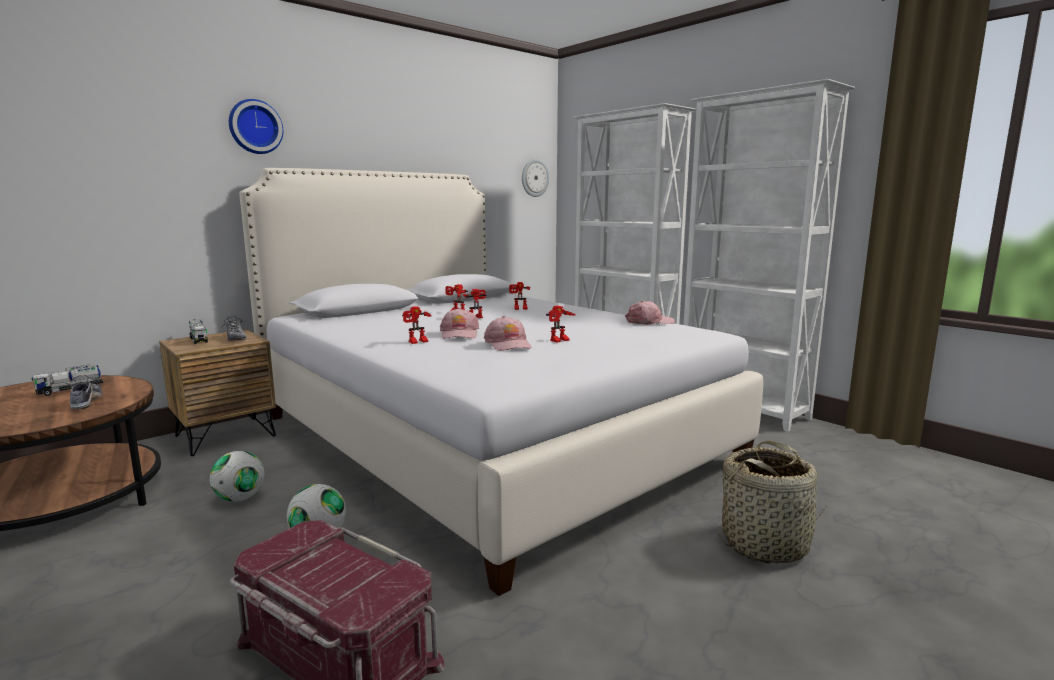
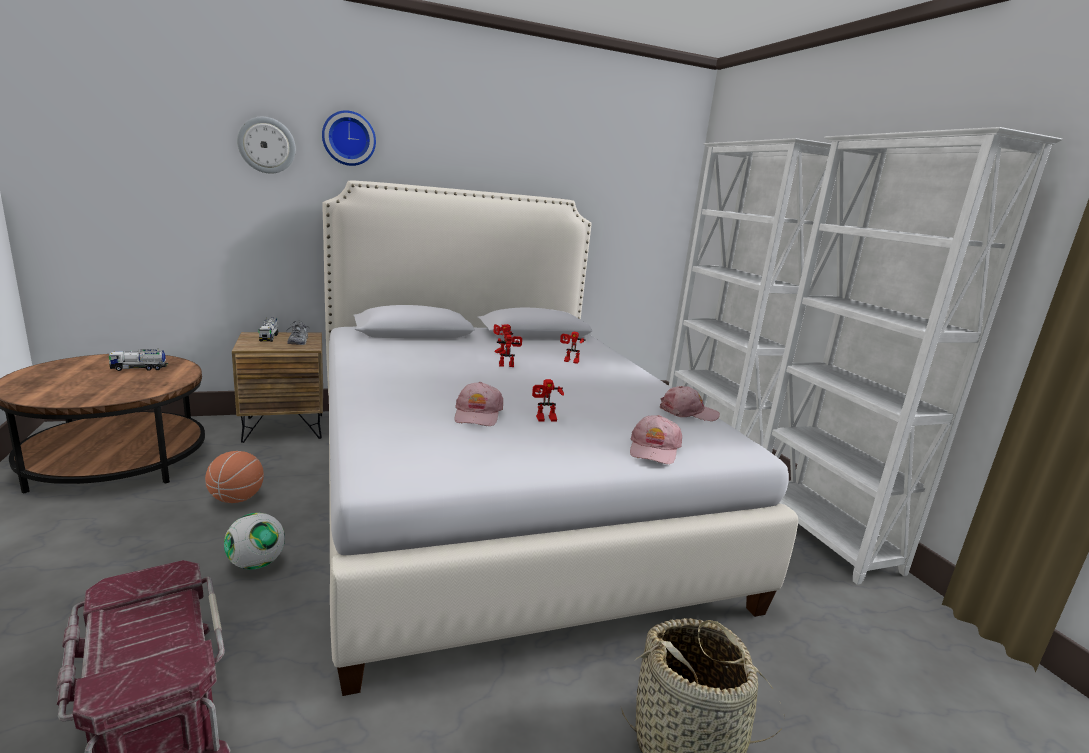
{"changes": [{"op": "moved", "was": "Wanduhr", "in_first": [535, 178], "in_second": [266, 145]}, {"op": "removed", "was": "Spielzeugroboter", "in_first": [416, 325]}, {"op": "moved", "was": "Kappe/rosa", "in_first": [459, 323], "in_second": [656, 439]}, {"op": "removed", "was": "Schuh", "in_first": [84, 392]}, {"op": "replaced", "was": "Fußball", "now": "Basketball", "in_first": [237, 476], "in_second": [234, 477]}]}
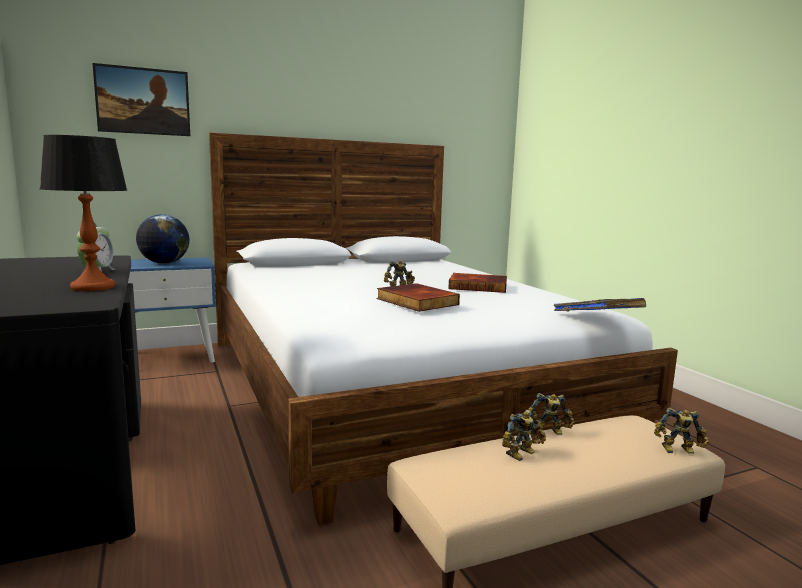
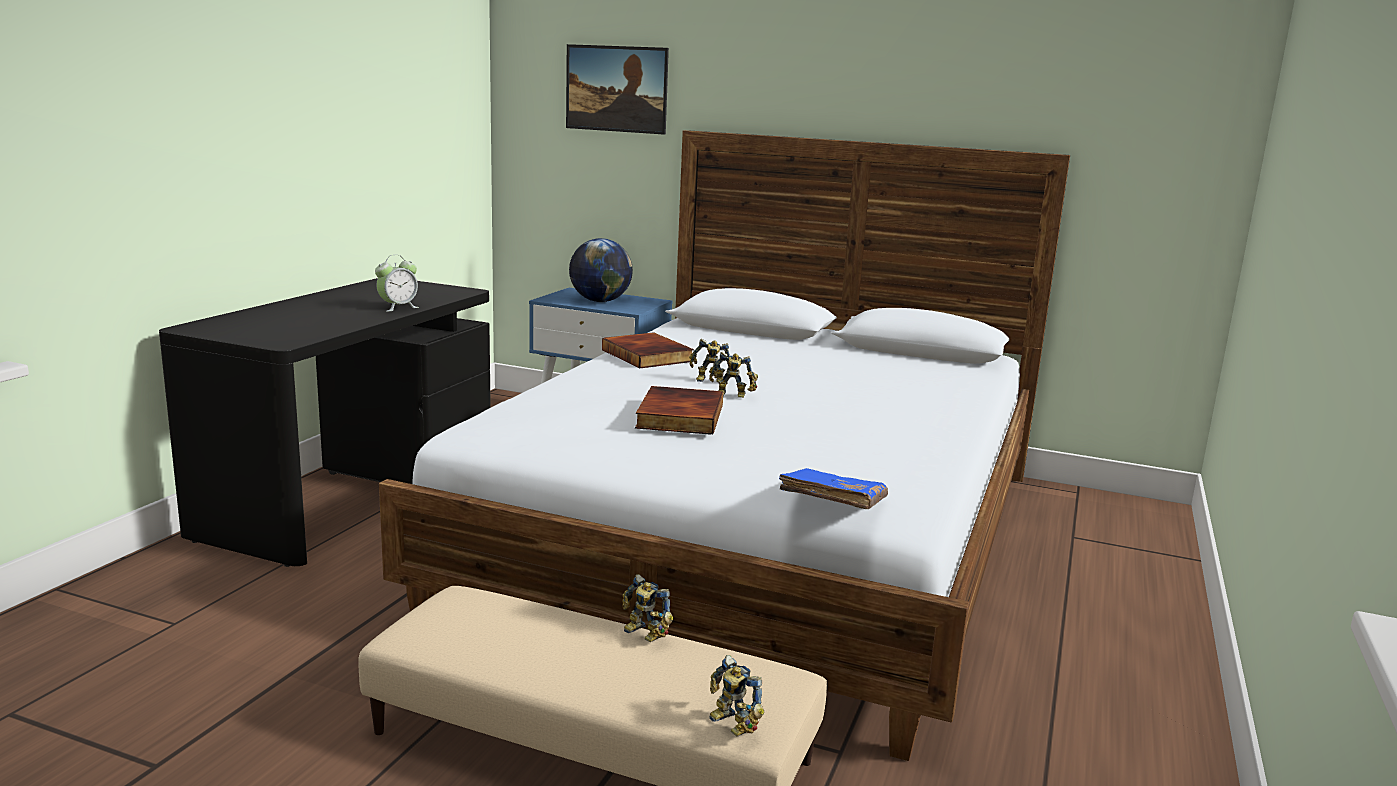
{"changes": [{"op": "removed", "was": "Tischlampe", "in_first": [83, 213]}, {"op": "moved", "was": "Buch", "in_first": [477, 283], "in_second": [648, 350]}, {"op": "moved", "was": "Spielzeugroboter", "in_first": [524, 435], "in_second": [709, 360]}]}
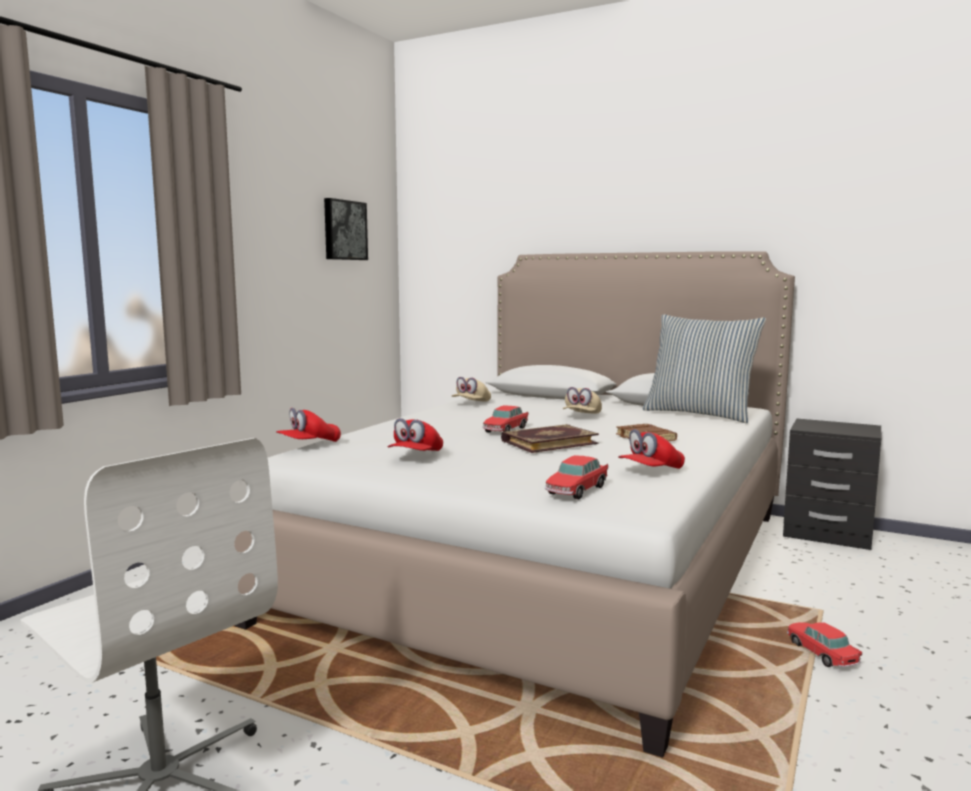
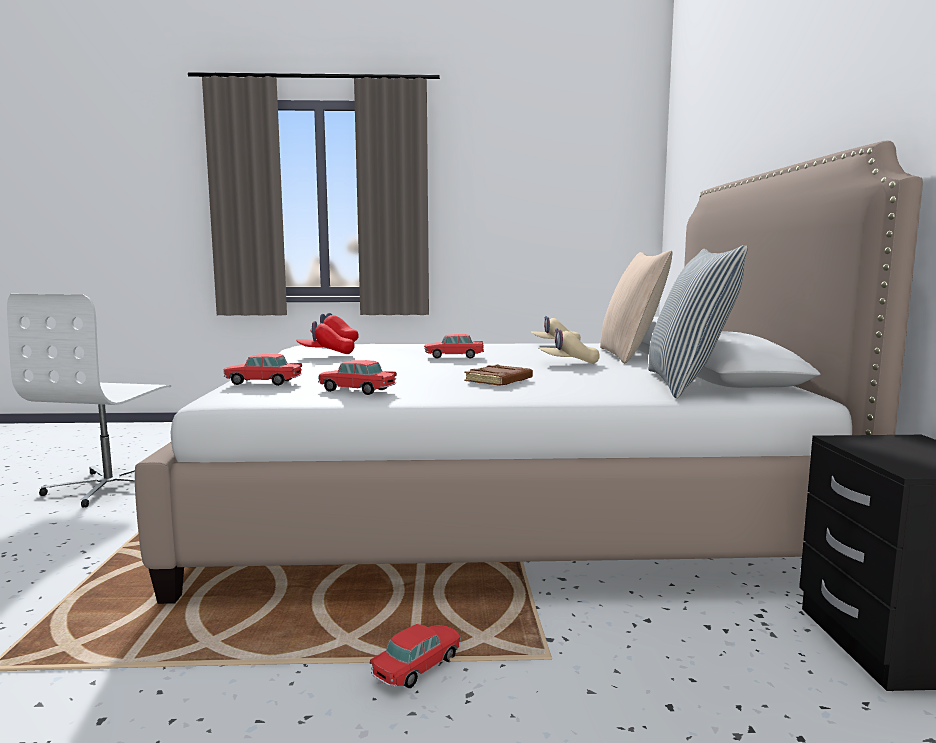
{"changes": [{"op": "removed", "was": "Bild", "in_first": [346, 229]}, {"op": "removed", "was": "Buch", "in_first": [550, 438]}, {"op": "replaced", "was": "Kappe/rot", "now": "Spielzeugauto", "in_first": [651, 449], "in_second": [357, 377]}, {"op": "added", "now": "Kissen/beige", "in_second": [636, 307]}]}
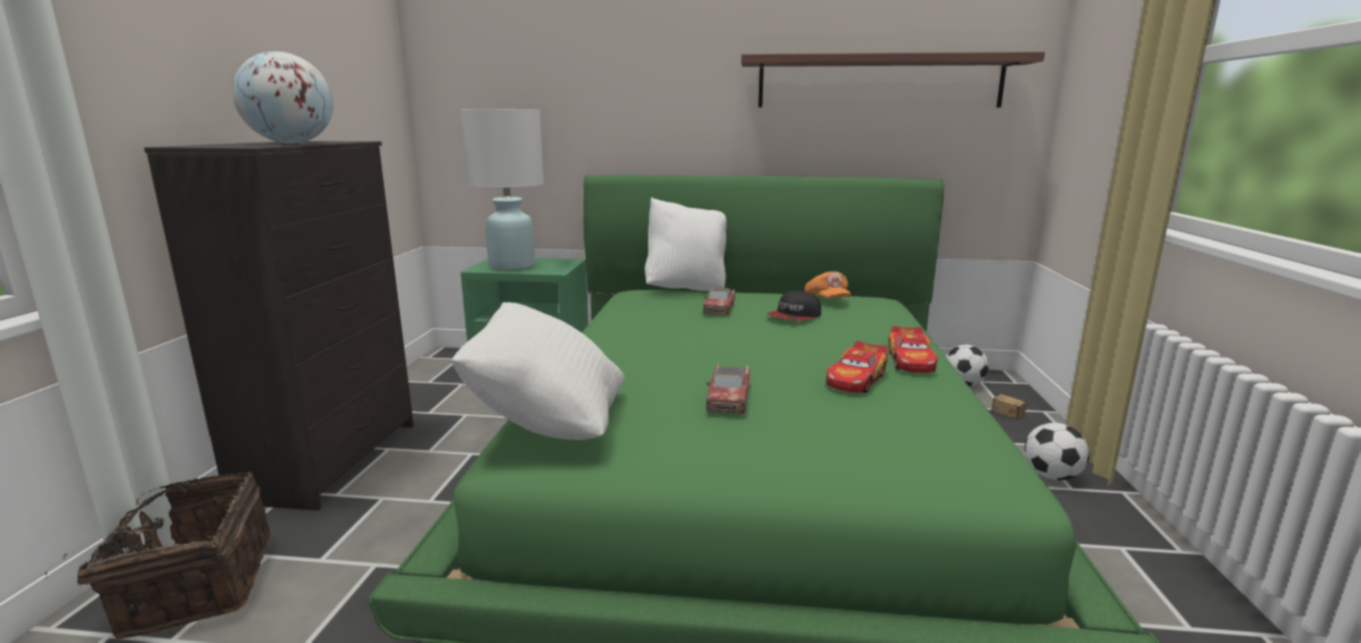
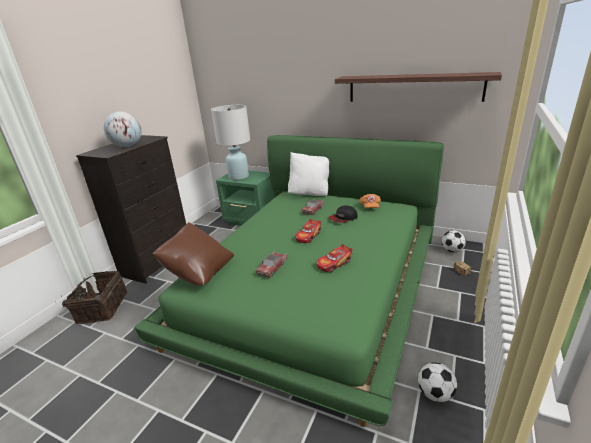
{"changes": [{"op": "recoloured", "was": "Kissen/weiß", "now": "Kissen/braun", "in_first": [537, 371], "in_second": [193, 254]}, {"op": "moved", "was": "Spielzeugauto", "in_first": [913, 349], "in_second": [308, 231]}, {"op": "moved", "was": "Fußball", "in_first": [1057, 451], "in_second": [437, 382]}]}
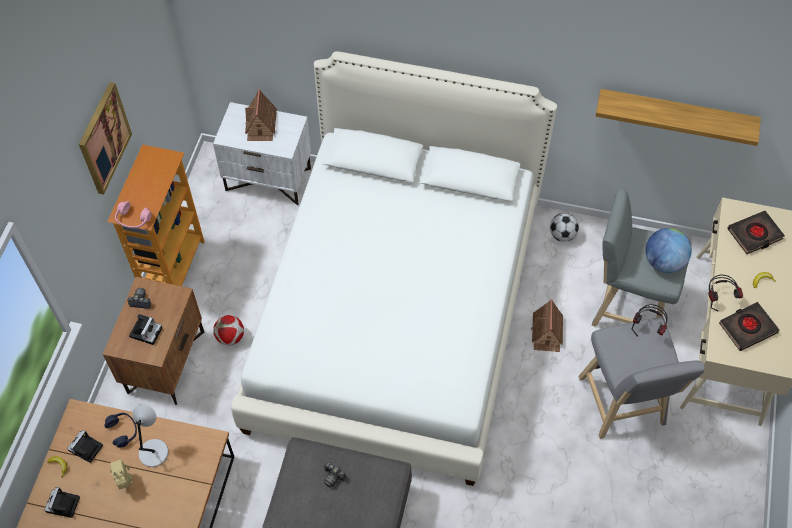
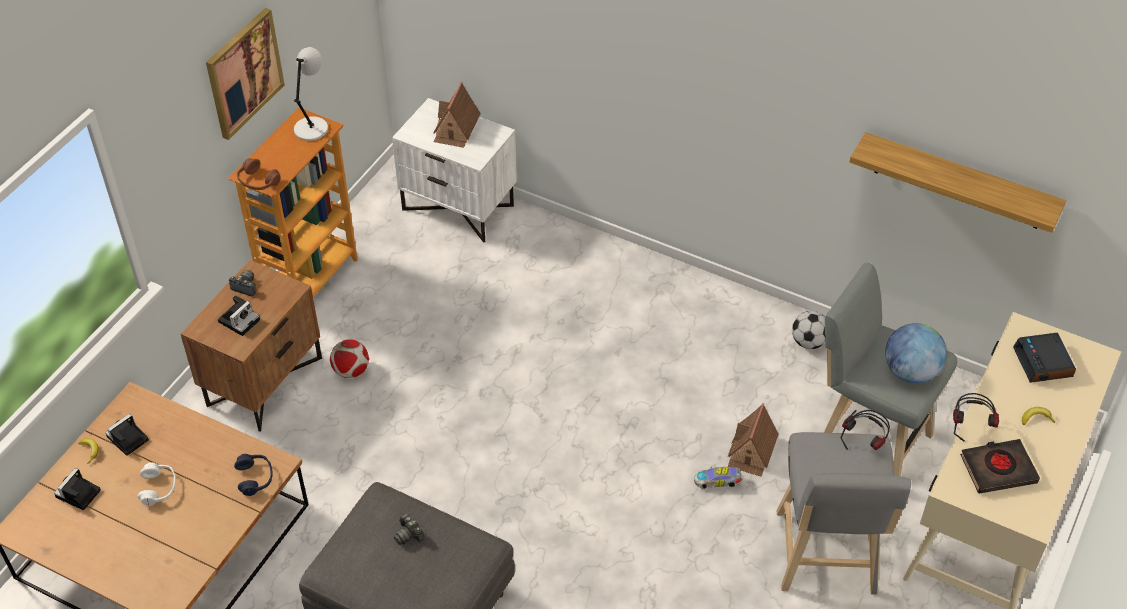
{"changes": [{"op": "removed", "was": "Bett/weiß", "in_first": [394, 268]}, {"op": "recoloured", "was": "Kopfhörer/rosa", "now": "Kopfhörer/braun", "in_first": [133, 215], "in_second": [259, 174]}, {"op": "replaced", "was": "Buch/schwarz", "now": "Wecker", "in_first": [756, 232], "in_second": [1044, 358]}, {"op": "moved", "was": "Tischlampe/grau", "in_first": [150, 435], "in_second": [311, 94]}, {"op": "moved", "was": "Kopfhörer/blau", "in_first": [120, 430], "in_second": [253, 475]}, {"op": "replaced", "was": "Spielzeugroboter", "now": "Kopfhörer/weiß", "in_first": [121, 474], "in_second": [157, 484]}, {"op": "added", "now": "Spielzeugauto", "in_second": [718, 478]}]}
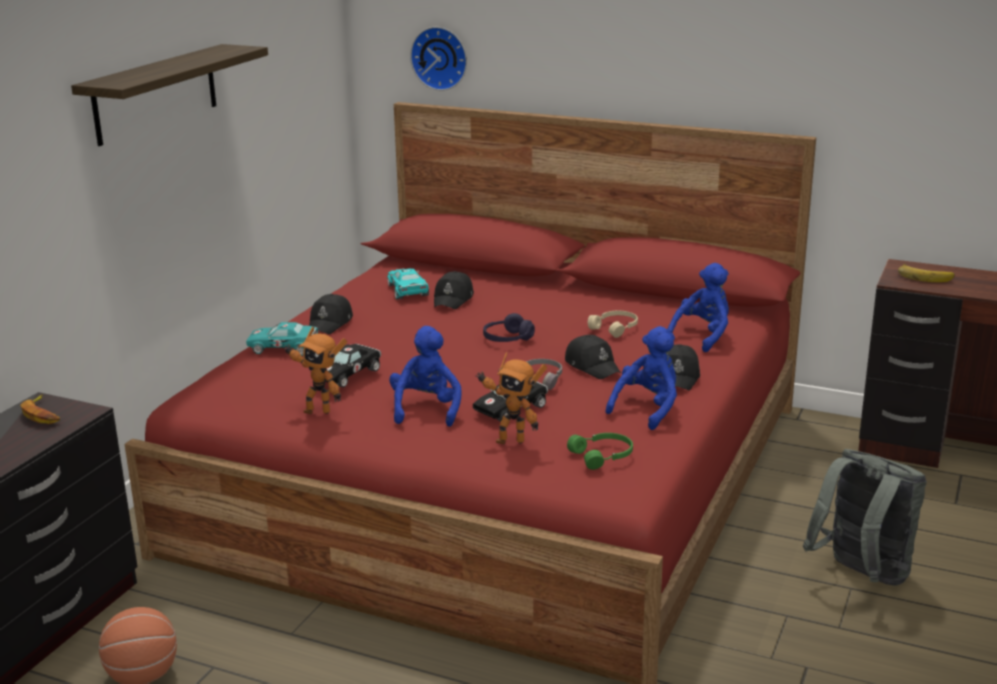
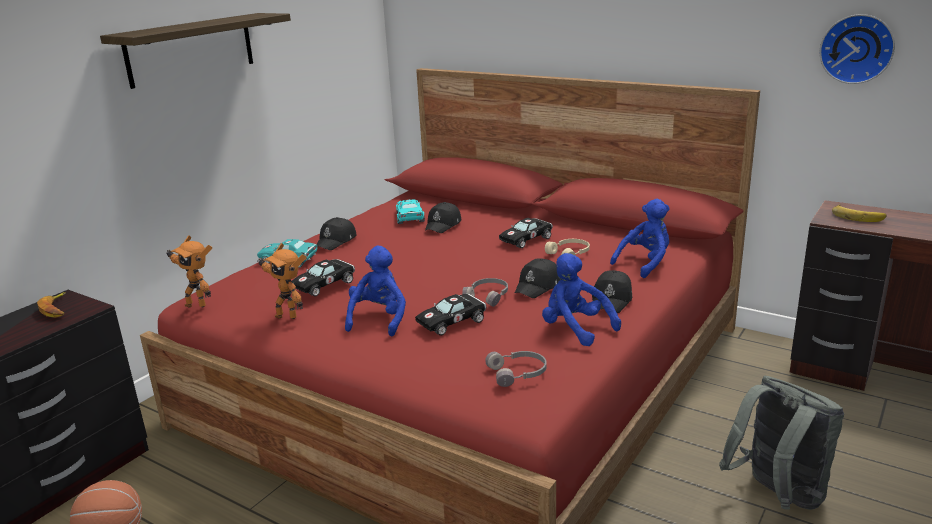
{"changes": [{"op": "moved", "was": "Wanduhr", "in_first": [438, 59], "in_second": [857, 49]}, {"op": "removed", "was": "Kopfhörer/lila", "in_first": [509, 327]}, {"op": "turned", "was": "Plüschtier/blau", "in_first": [641, 378], "in_second": [581, 299], "clockwise": -90}, {"op": "turned", "was": "Kappe/schwarz", "in_first": [593, 357], "in_second": [537, 278], "clockwise": 60}, {"op": "moved", "was": "Spielzeugroboter", "in_first": [511, 398], "in_second": [189, 271]}, {"op": "recoloured", "was": "Kopfhörer/grün", "now": "Kopfhörer/grau", "in_first": [600, 451], "in_second": [516, 369]}, {"op": "added", "now": "Spielzeugauto/schwarz", "in_second": [526, 233]}]}
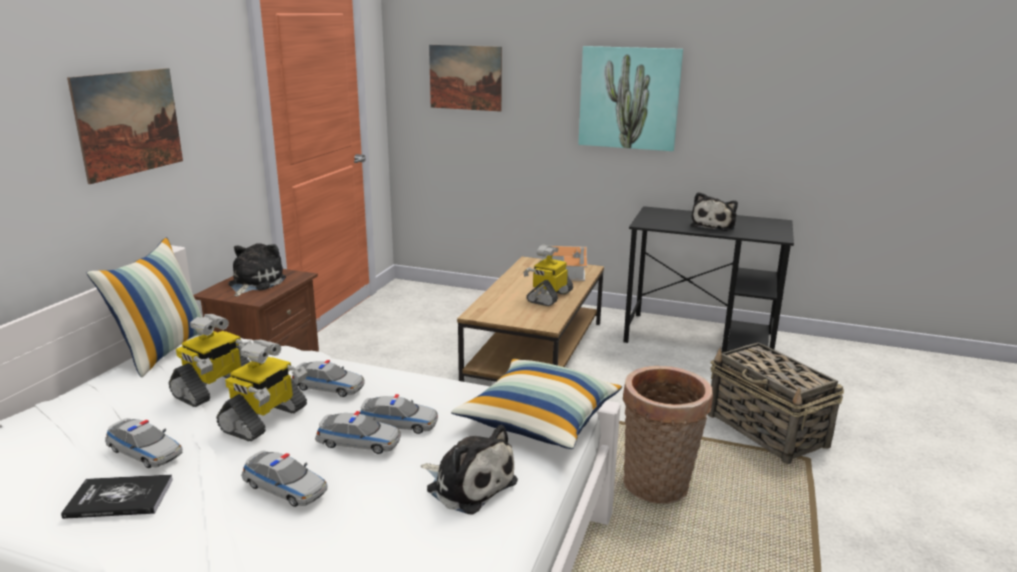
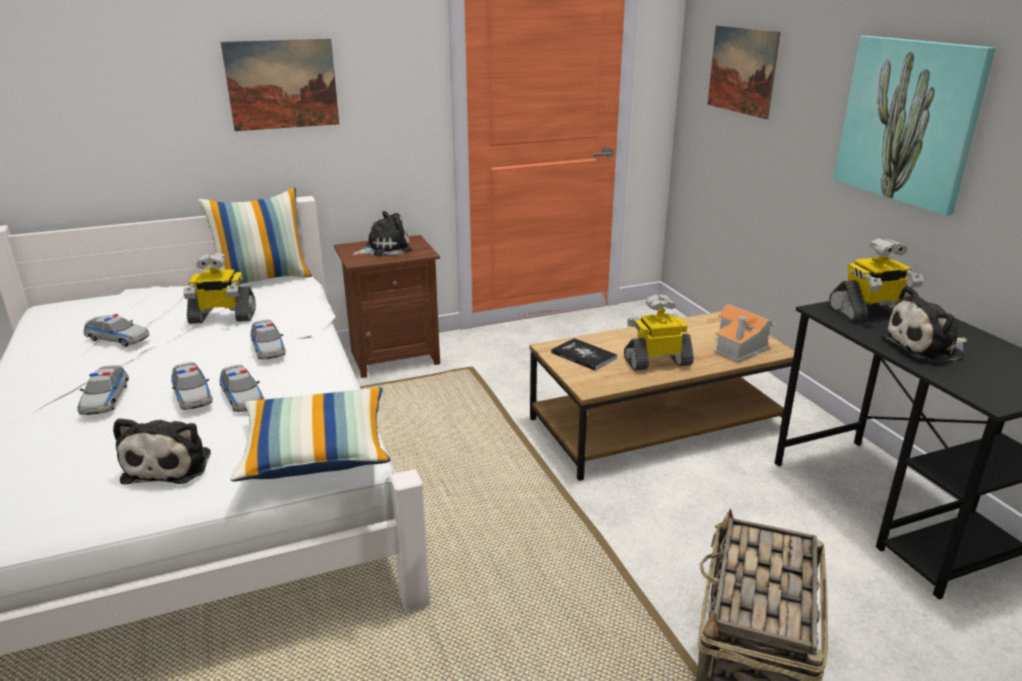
{"changes": [{"op": "moved", "was": "Spielzeugroboter", "in_first": [261, 390], "in_second": [876, 279]}, {"op": "removed", "was": "Korb", "in_first": [668, 435]}, {"op": "turned", "was": "Spielzeugauto", "in_first": [143, 443], "in_second": [116, 330], "clockwise": -60}, {"op": "moved", "was": "Buch", "in_first": [117, 497], "in_second": [584, 354]}]}
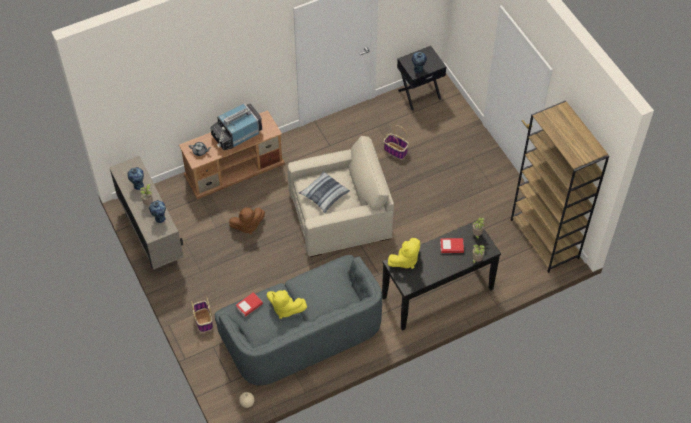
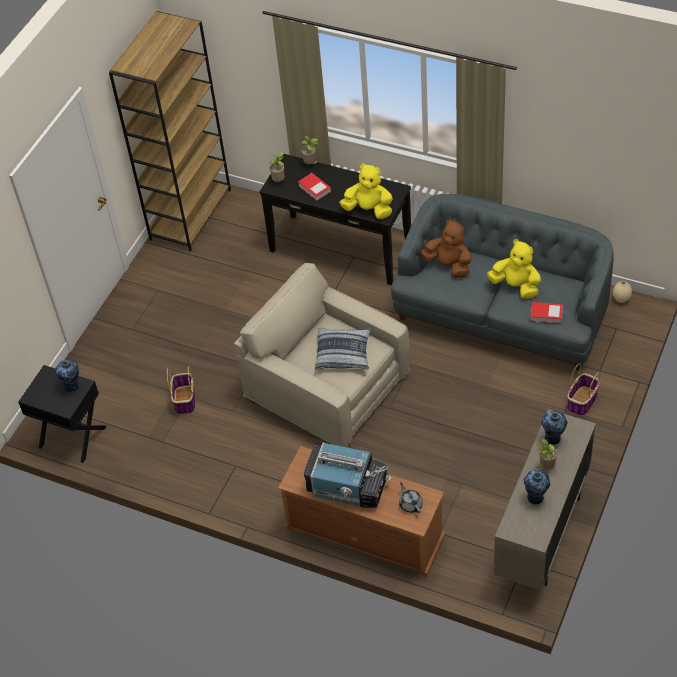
{"changes": [{"op": "moved", "was": "Plüschtier/braun", "in_first": [247, 221], "in_second": [446, 248]}, {"op": "turned", "was": "Plüschtier/gelb", "in_first": [287, 304], "in_second": [514, 269], "clockwise": -45}]}
